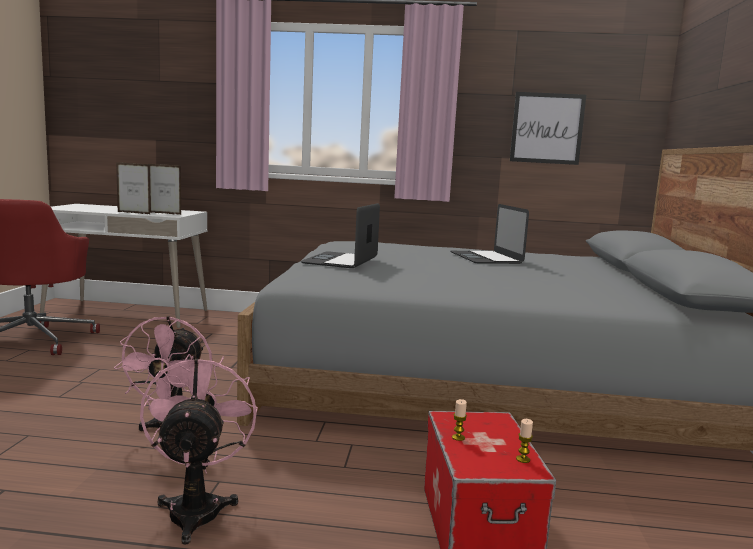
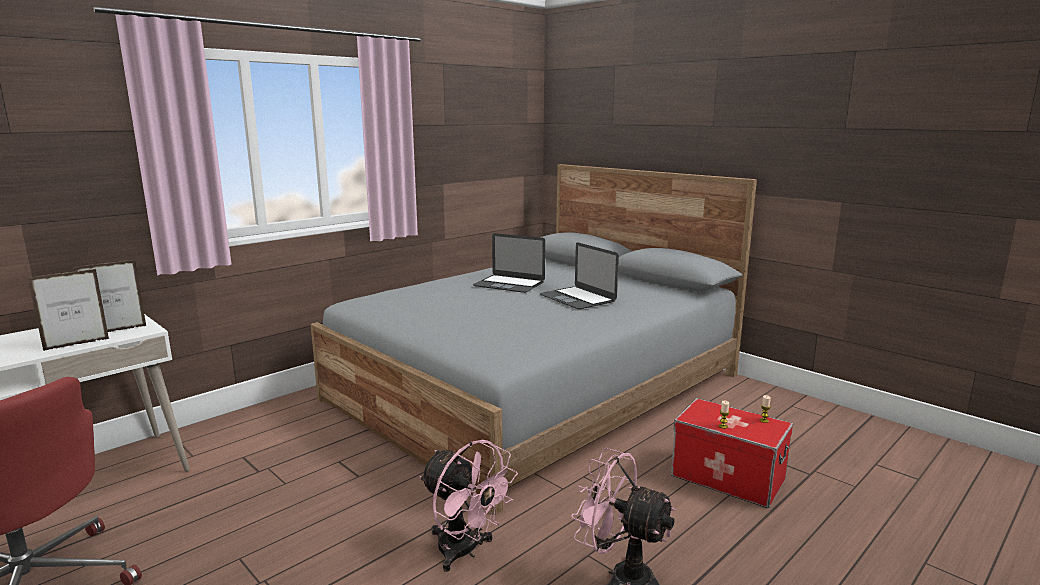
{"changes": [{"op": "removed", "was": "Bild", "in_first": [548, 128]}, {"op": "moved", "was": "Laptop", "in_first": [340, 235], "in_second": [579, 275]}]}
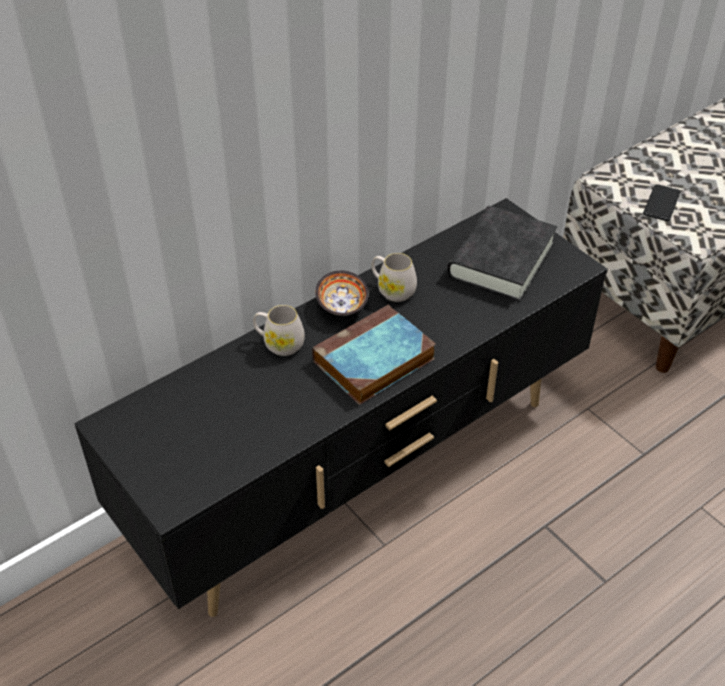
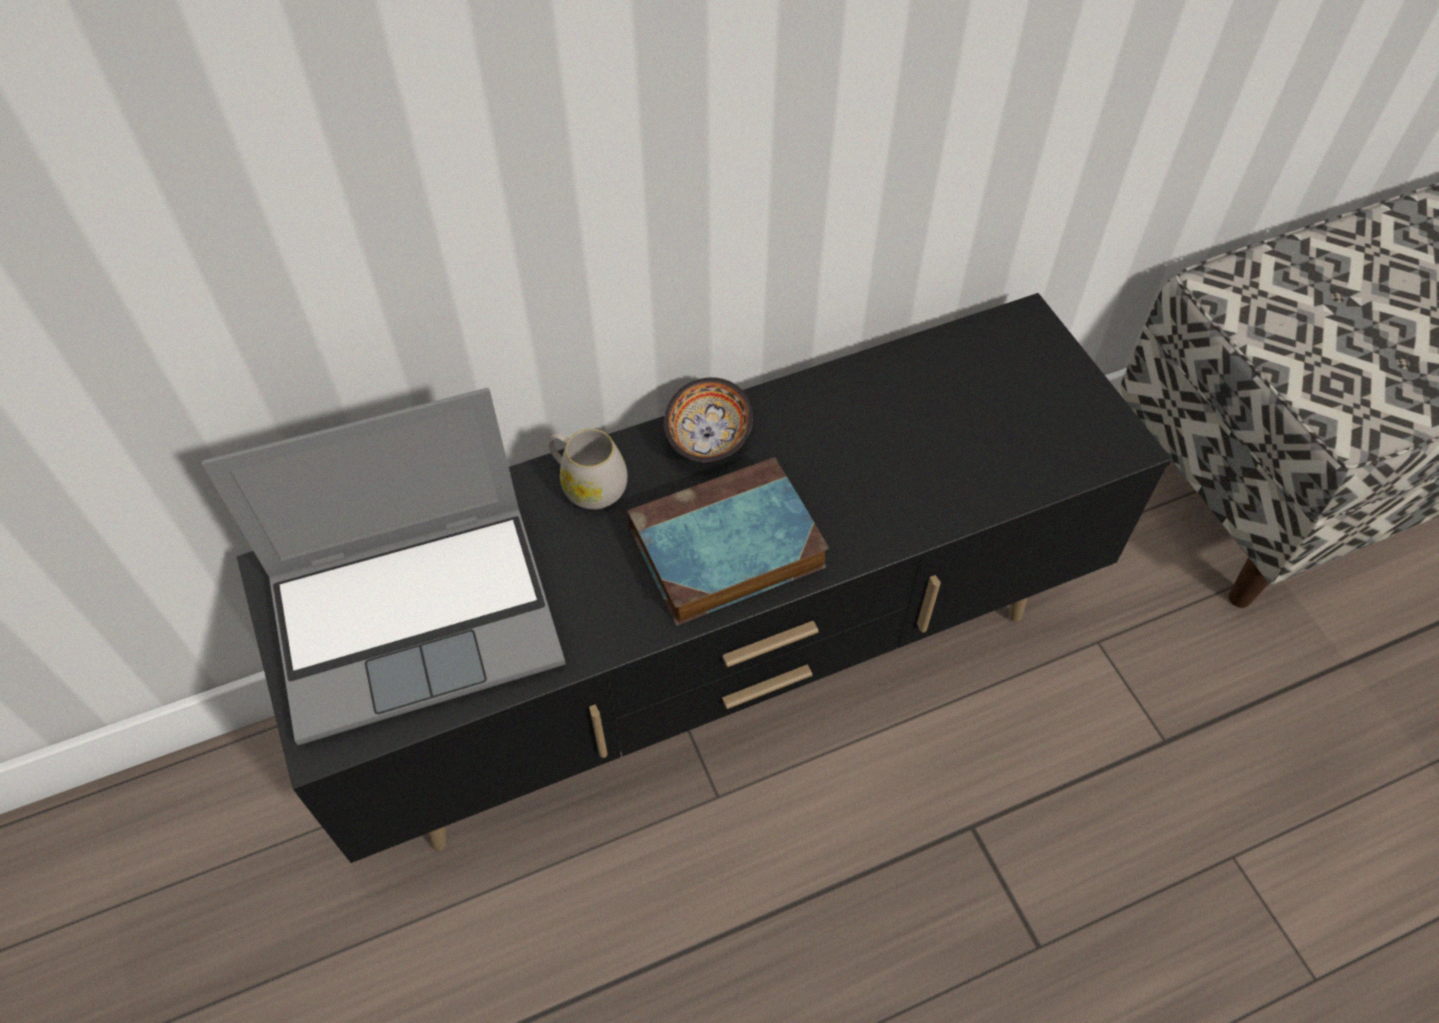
{"changes": [{"op": "removed", "was": "Handy", "in_first": [661, 202]}, {"op": "removed", "was": "Buch/schwarz", "in_first": [502, 254]}, {"op": "removed", "was": "Henkelbecher/weiß", "in_first": [394, 277]}, {"op": "added", "now": "Laptop", "in_second": [384, 566]}]}
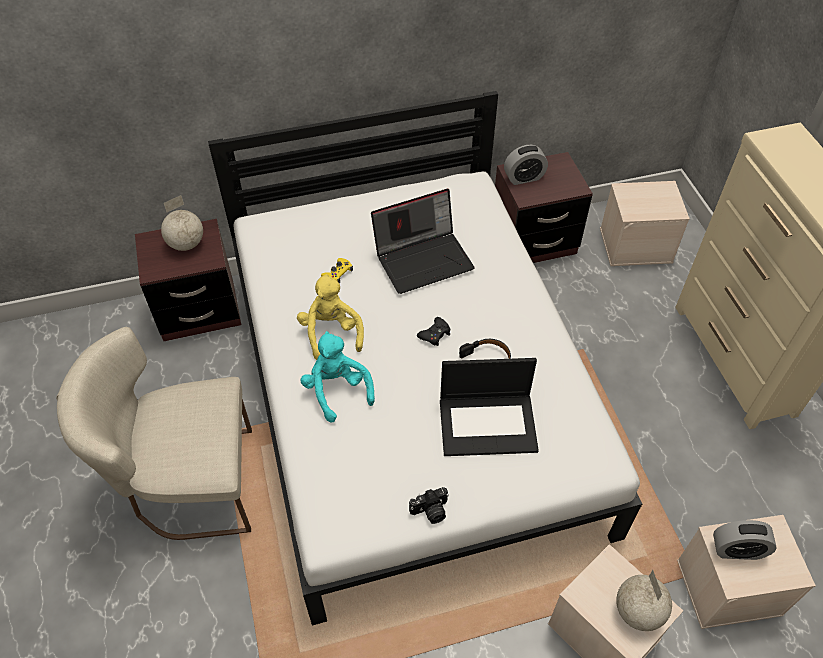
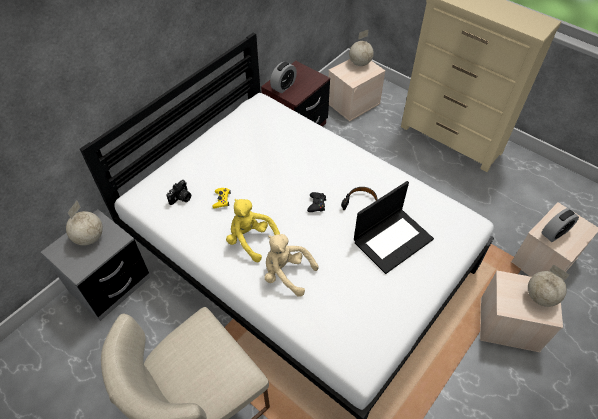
{"changes": [{"op": "removed", "was": "Laptop", "in_first": [423, 241]}, {"op": "recoloured", "was": "Nachttisch/braun", "now": "Nachttisch/grau", "in_first": [188, 280], "in_second": [95, 265]}, {"op": "recoloured", "was": "Plüschtier/türkis", "now": "Plüschtier/beige", "in_first": [337, 377], "in_second": [291, 265]}, {"op": "moved", "was": "Kamera", "in_first": [429, 505], "in_second": [178, 192]}, {"op": "added", "now": "Globus", "in_second": [361, 47]}]}
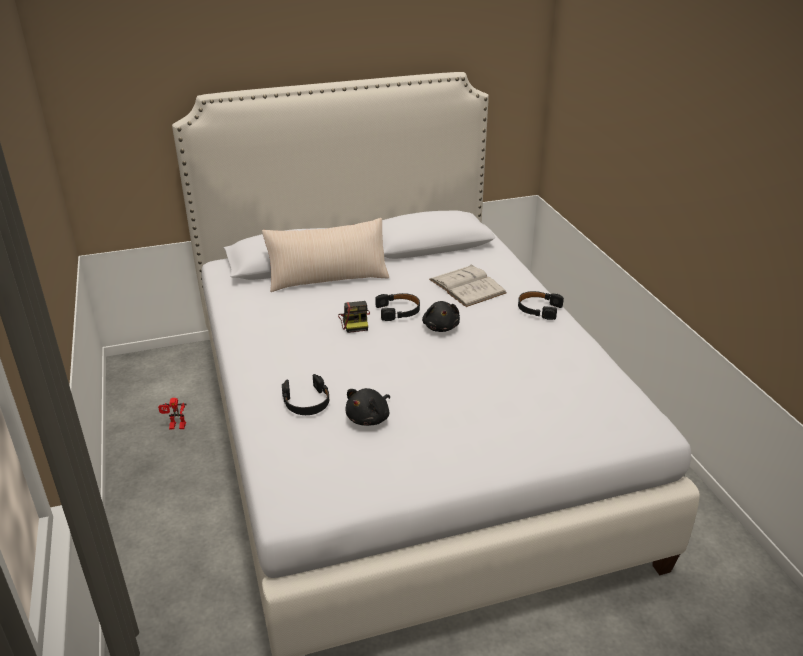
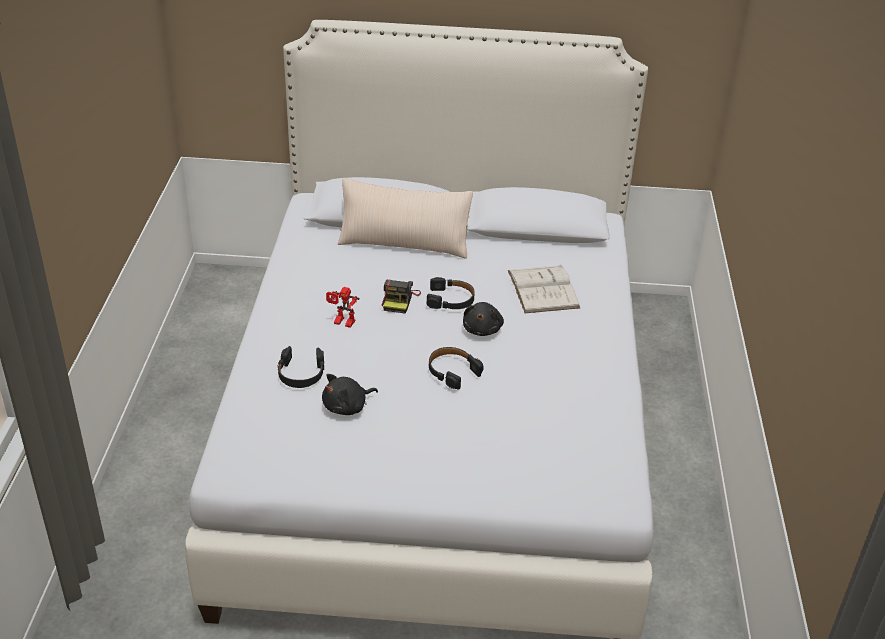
{"changes": [{"op": "moved", "was": "Kopfhörer/schwarz", "in_first": [541, 305], "in_second": [456, 368]}, {"op": "moved", "was": "Spielzeugroboter", "in_first": [172, 413], "in_second": [342, 307]}]}
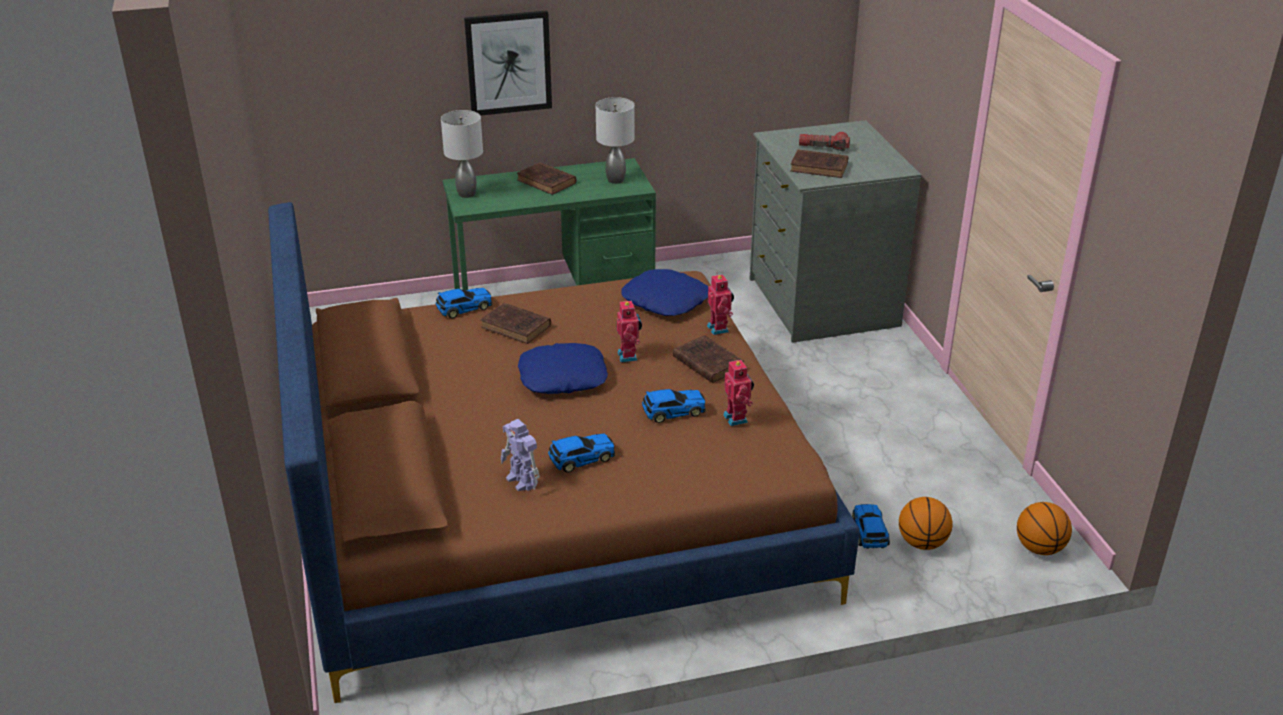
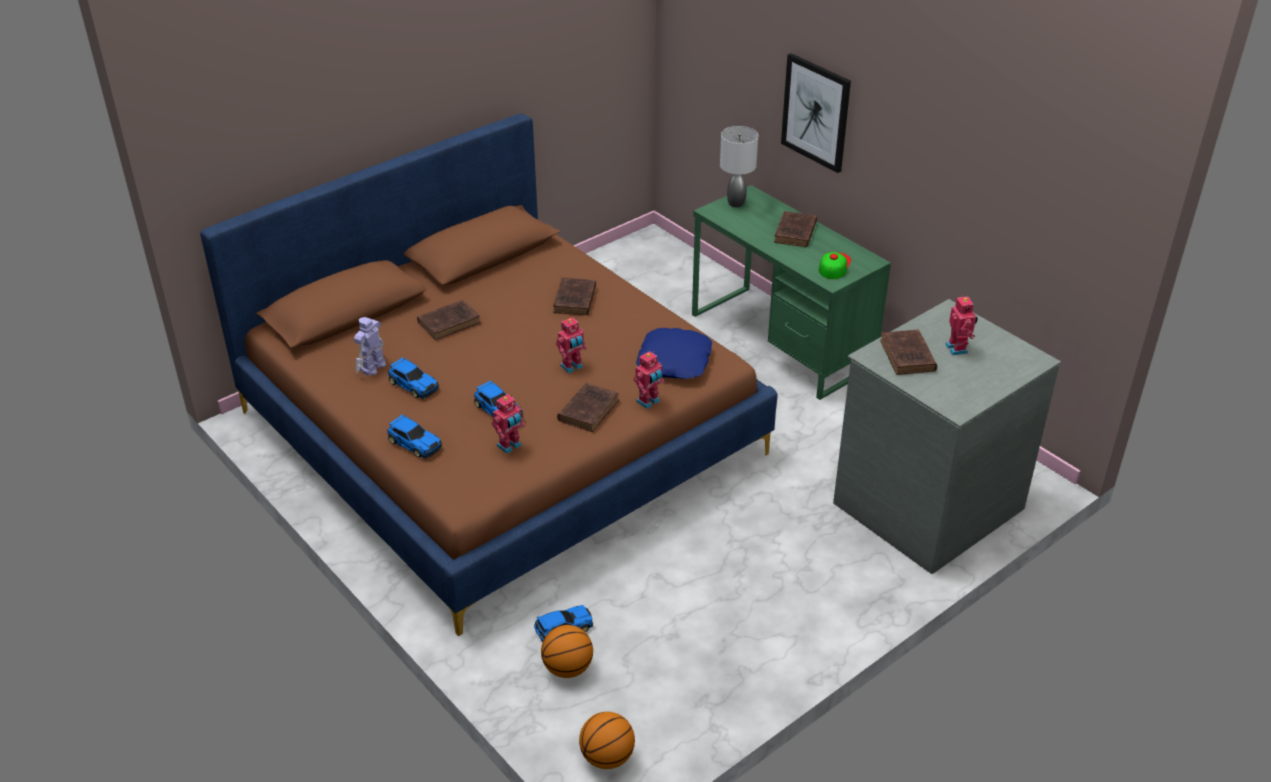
{"changes": [{"op": "replaced", "was": "Tischlampe/grau", "now": "Kappe", "in_first": [615, 140], "in_second": [835, 265]}, {"op": "replaced", "was": "Taschenlampe", "now": "Spielzeugroboter", "in_first": [824, 141], "in_second": [961, 325]}, {"op": "moved", "was": "Spielzeugauto", "in_first": [464, 303], "in_second": [414, 436]}, {"op": "removed", "was": "Kissen/blau", "in_first": [563, 368]}, {"op": "added", "now": "Buch/braun", "in_second": [449, 320]}]}
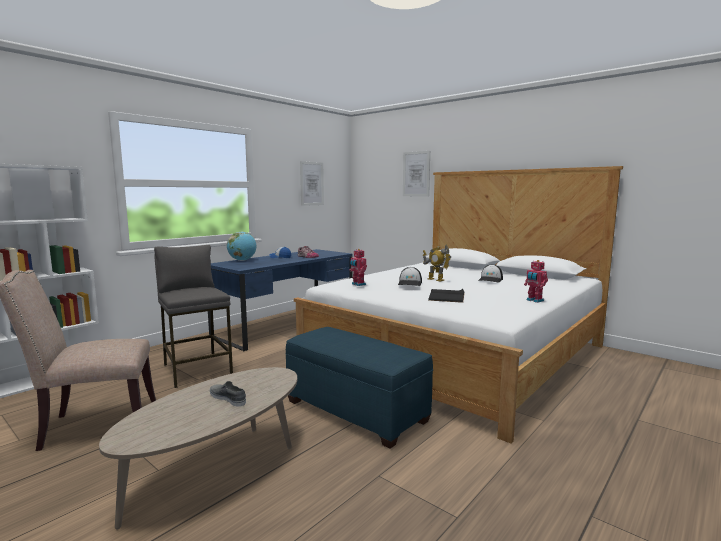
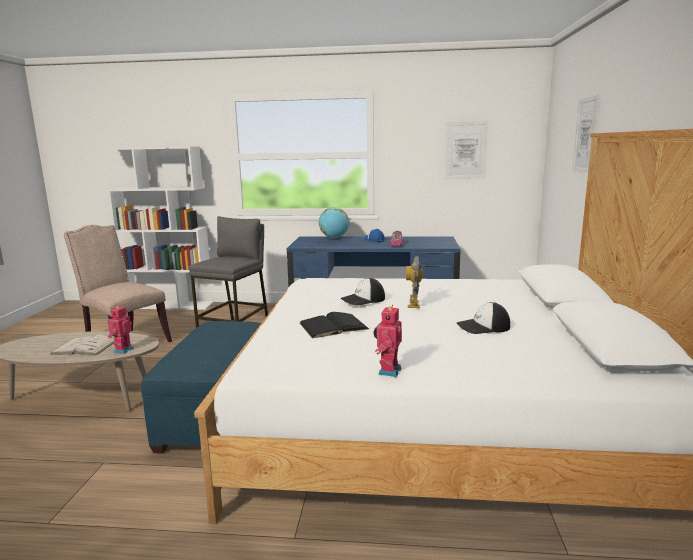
{"changes": [{"op": "moved", "was": "Spielzeugroboter", "in_first": [358, 267], "in_second": [121, 330]}, {"op": "replaced", "was": "Schuh/grau", "now": "Buch/weiß", "in_first": [228, 394], "in_second": [82, 345]}]}
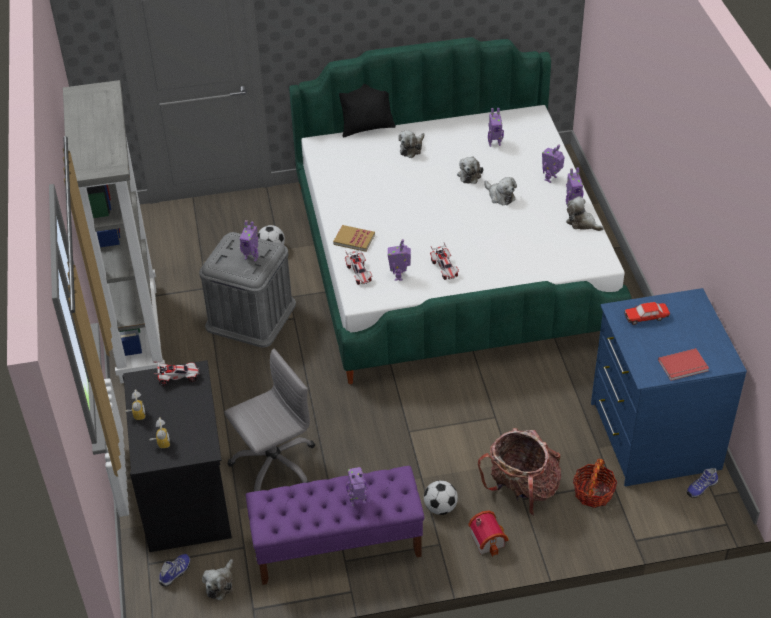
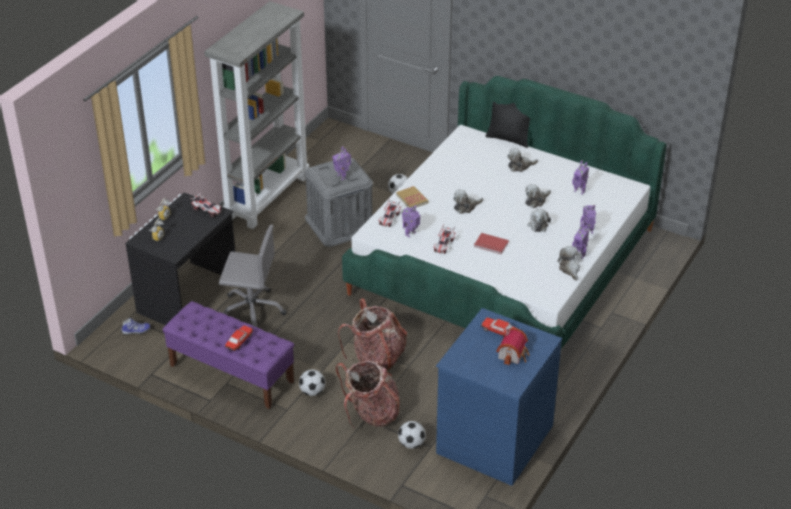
{"changes": [{"op": "moved", "was": "Buch/rot", "in_first": [683, 364], "in_second": [491, 243]}, {"op": "replaced", "was": "Korb", "now": "Fußball", "in_first": [595, 483], "in_second": [412, 435]}, {"op": "replaced", "was": "Spielzeugroboter", "now": "Spielzeugauto", "in_first": [356, 486], "in_second": [239, 338]}, {"op": "removed", "was": "Schuh", "in_first": [702, 483]}, {"op": "moved", "was": "Spielzeughaus", "in_first": [488, 534], "in_second": [512, 346]}, {"op": "moved", "was": "Plüschtier", "in_first": [217, 580], "in_second": [468, 201]}, {"op": "added", "now": "Rucksack", "in_second": [372, 335]}]}
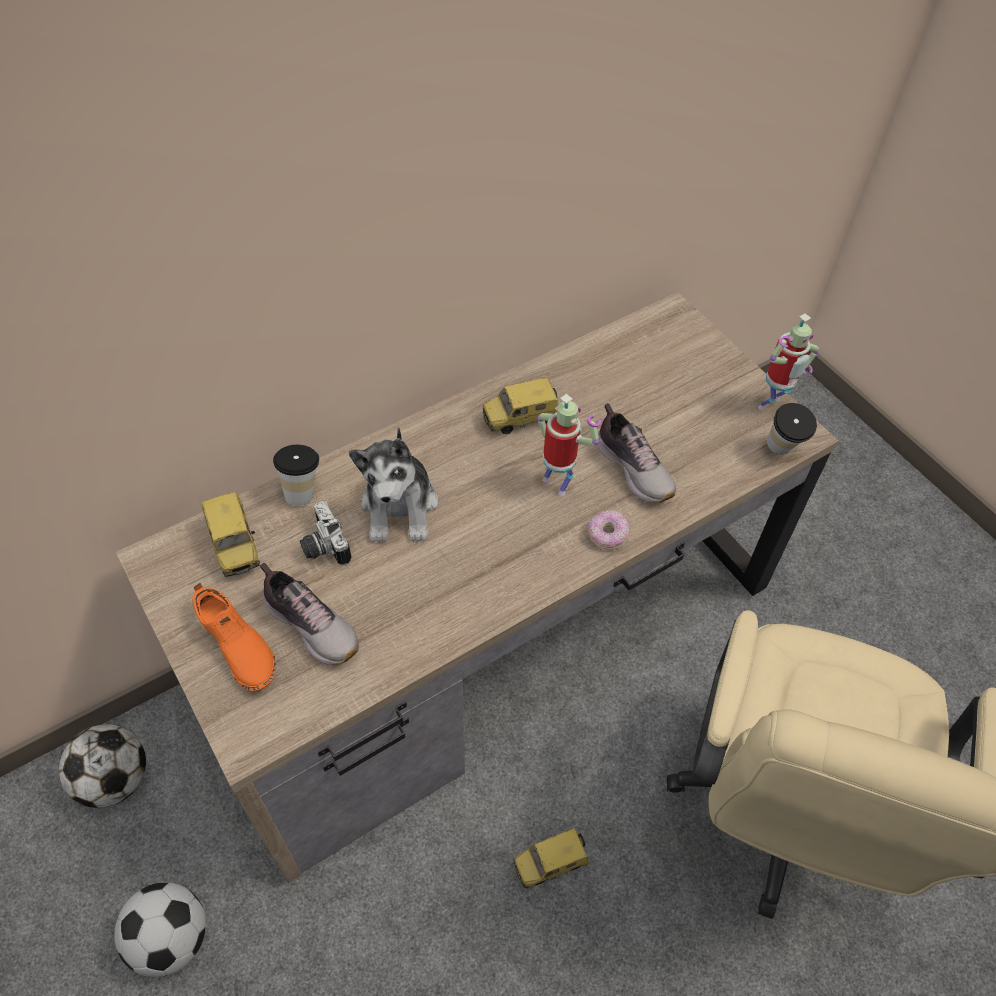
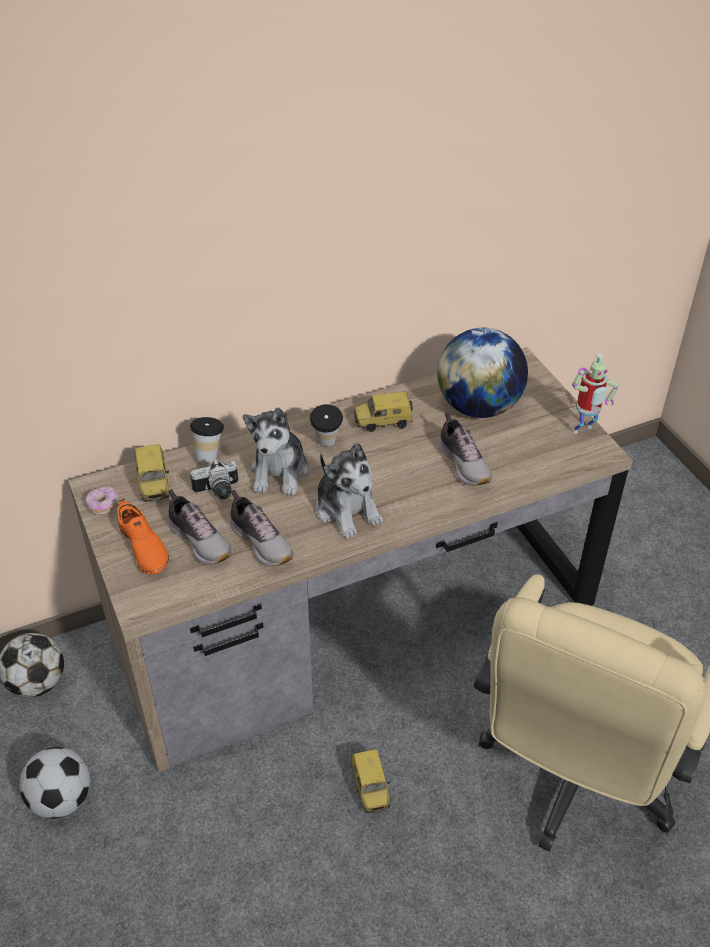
{"changes": [{"op": "removed", "was": "Spielzeugroboter", "in_first": [569, 445]}, {"op": "moved", "was": "Tasse", "in_first": [792, 428], "in_second": [326, 425]}, {"op": "turned", "was": "Kamera", "in_first": [326, 533], "in_second": [214, 479], "clockwise": -90}, {"op": "moved", "was": "Donut", "in_first": [608, 530], "in_second": [101, 501]}, {"op": "turned", "was": "Spielzeugauto", "in_first": [551, 858], "in_second": [370, 781], "clockwise": -90}, {"op": "added", "now": "Globus", "in_second": [482, 373]}, {"op": "added", "now": "Plüschtier", "in_second": [349, 491]}, {"op": "added", "now": "Schuh", "in_second": [261, 528]}]}
